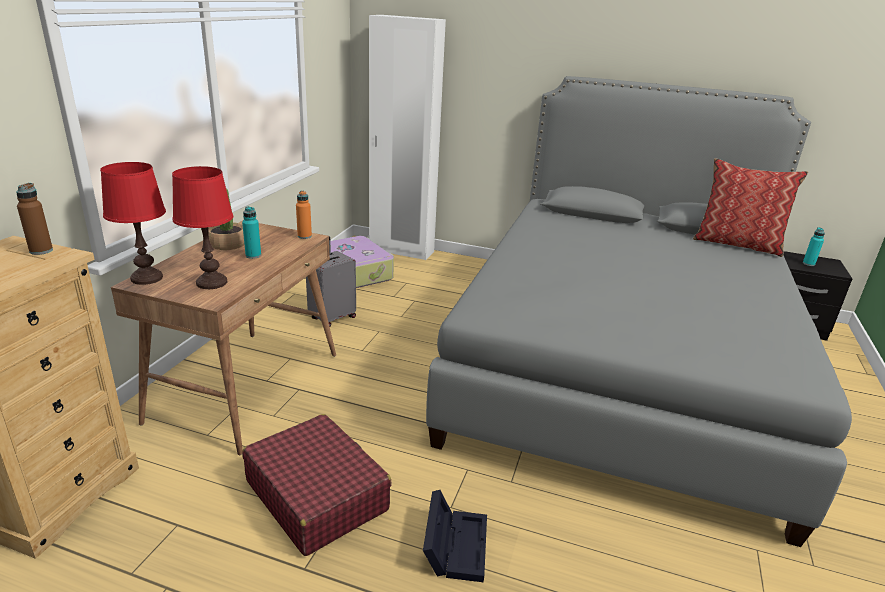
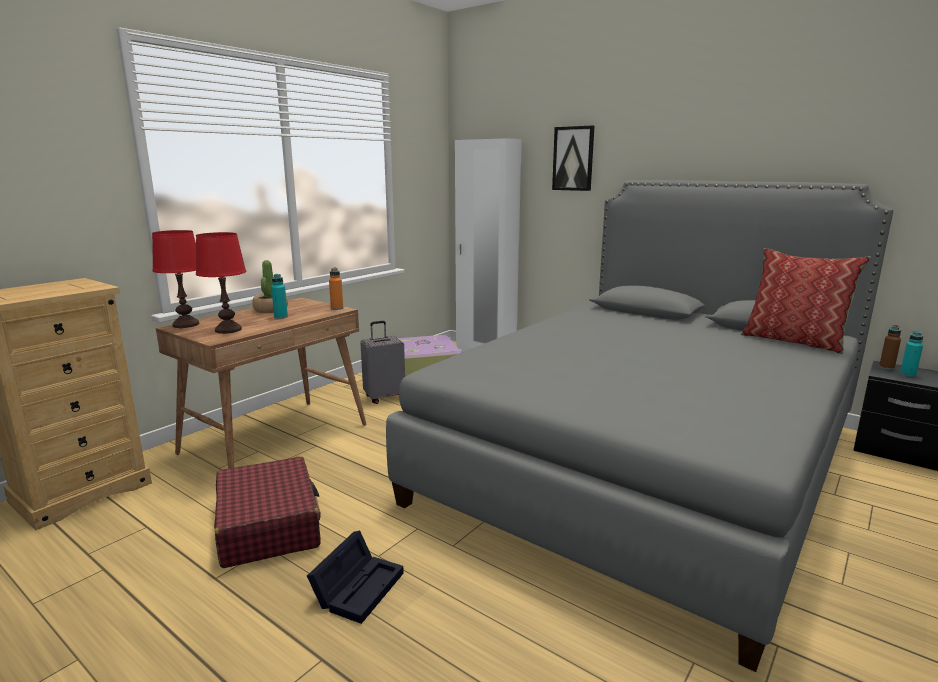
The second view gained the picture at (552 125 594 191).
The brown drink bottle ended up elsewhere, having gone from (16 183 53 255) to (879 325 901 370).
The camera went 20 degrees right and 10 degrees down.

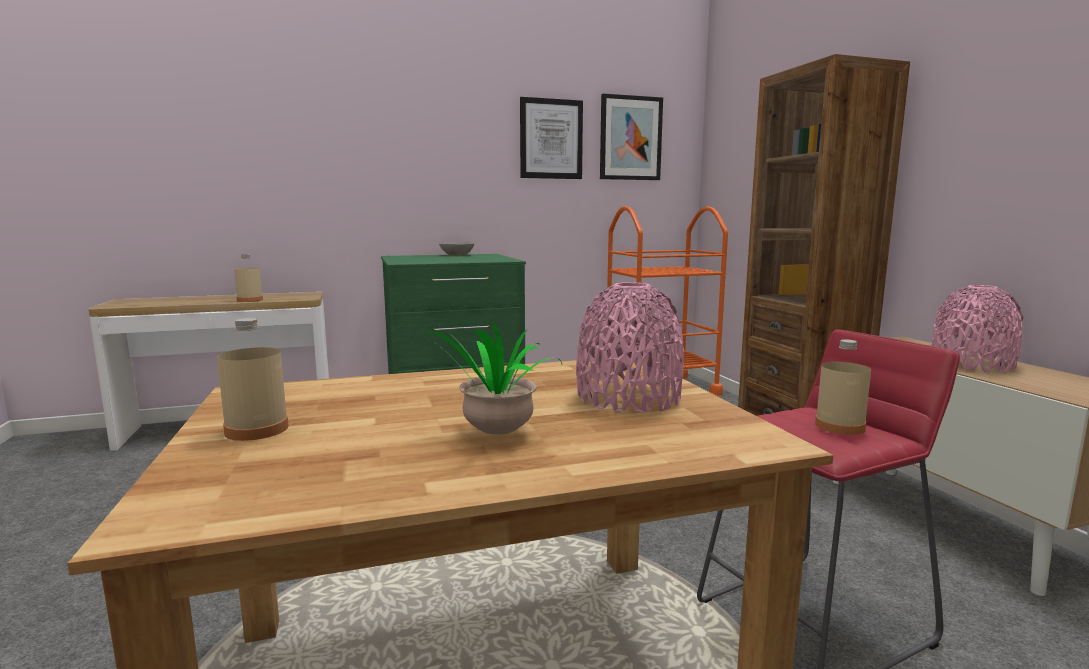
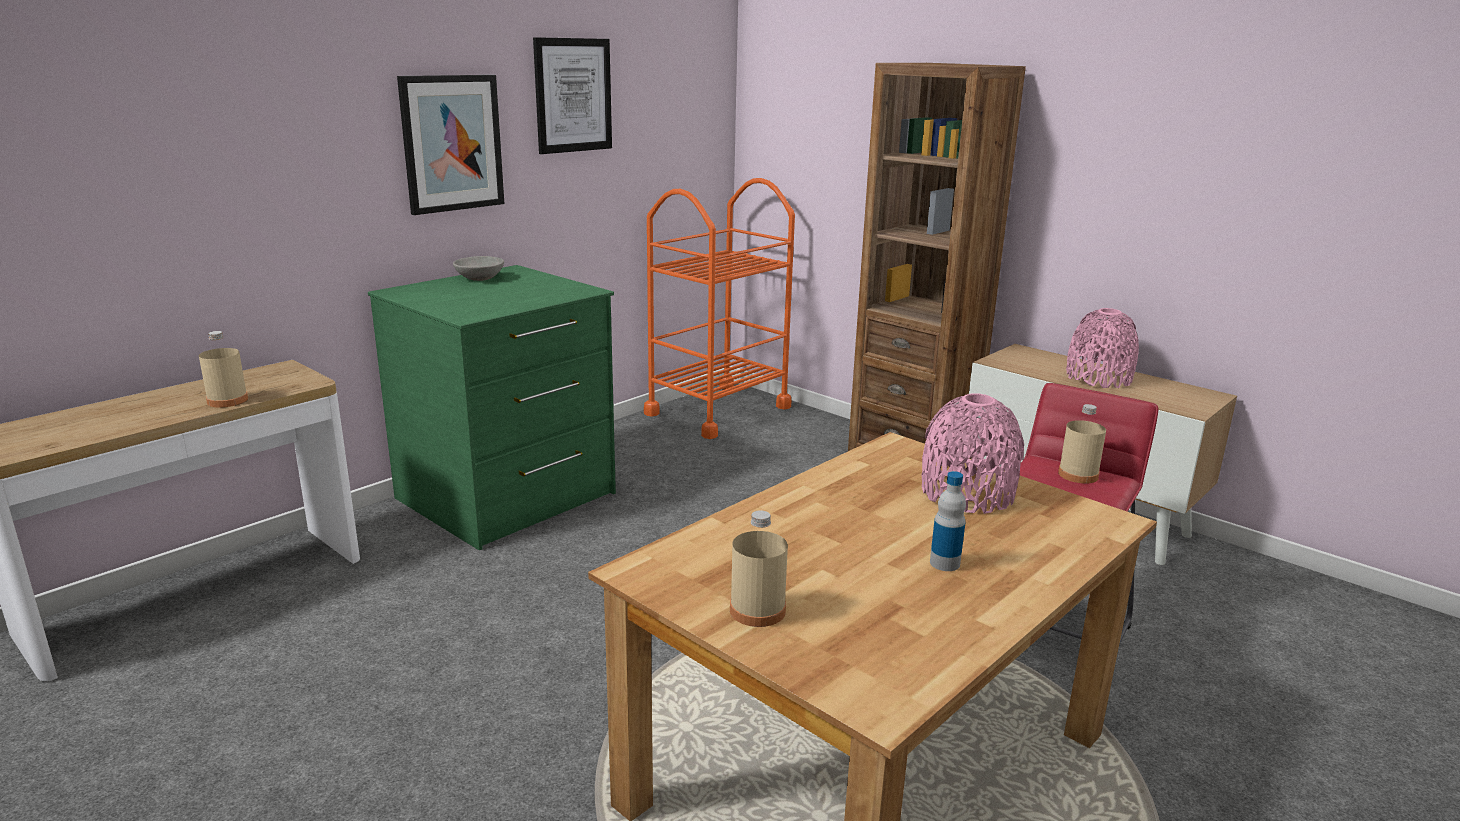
The picture ended up elsewhere, having gone from (600 93 663 180) to (397 75 504 215).
Where the plant in a pot stood at (419 320 562 435), the drink bottle came to stand at (930 471 966 571).
The camera went 30 degrees left and 10 degrees up.

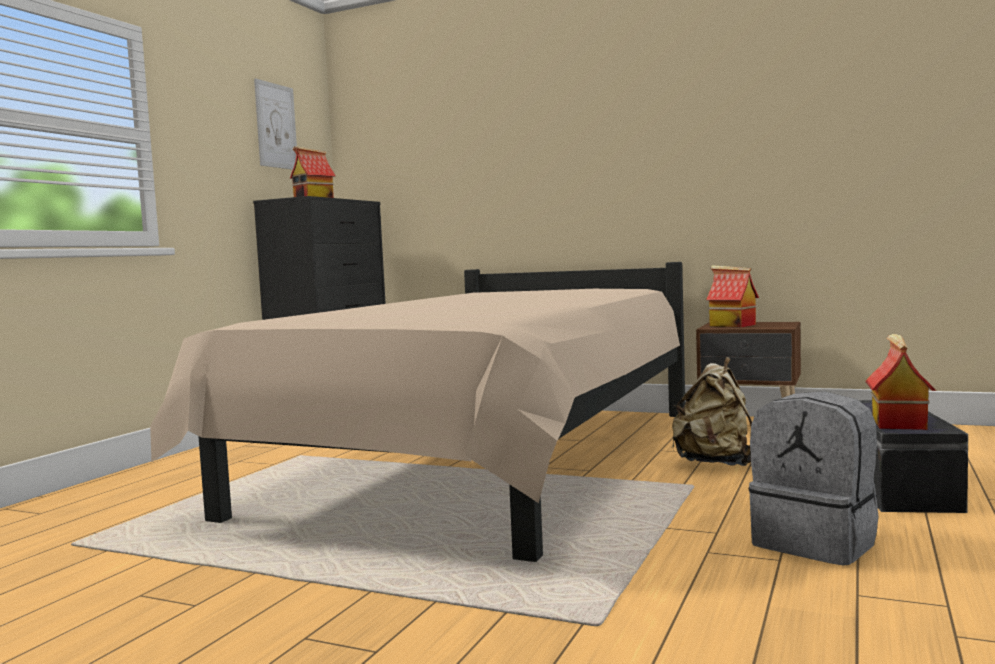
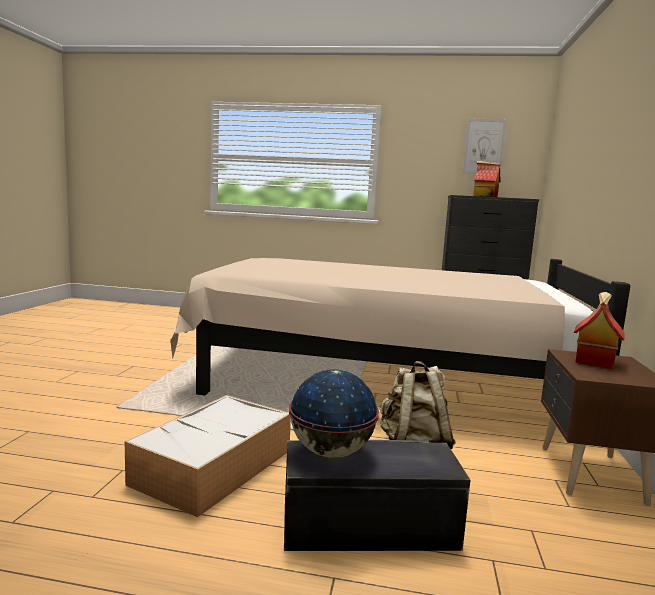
Where the greyish backpack stood at (749 391 878 566), the storage bin came to stand at (125 395 291 517).
Where the toy house stood at (865 333 936 430), the desk globe came to stand at (289 369 379 458).
The camera went 75 degrees right and 5 degrees up.

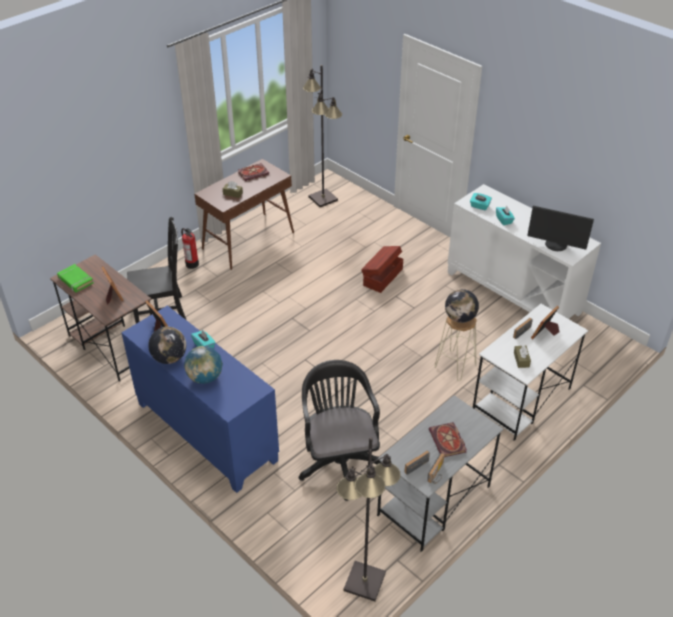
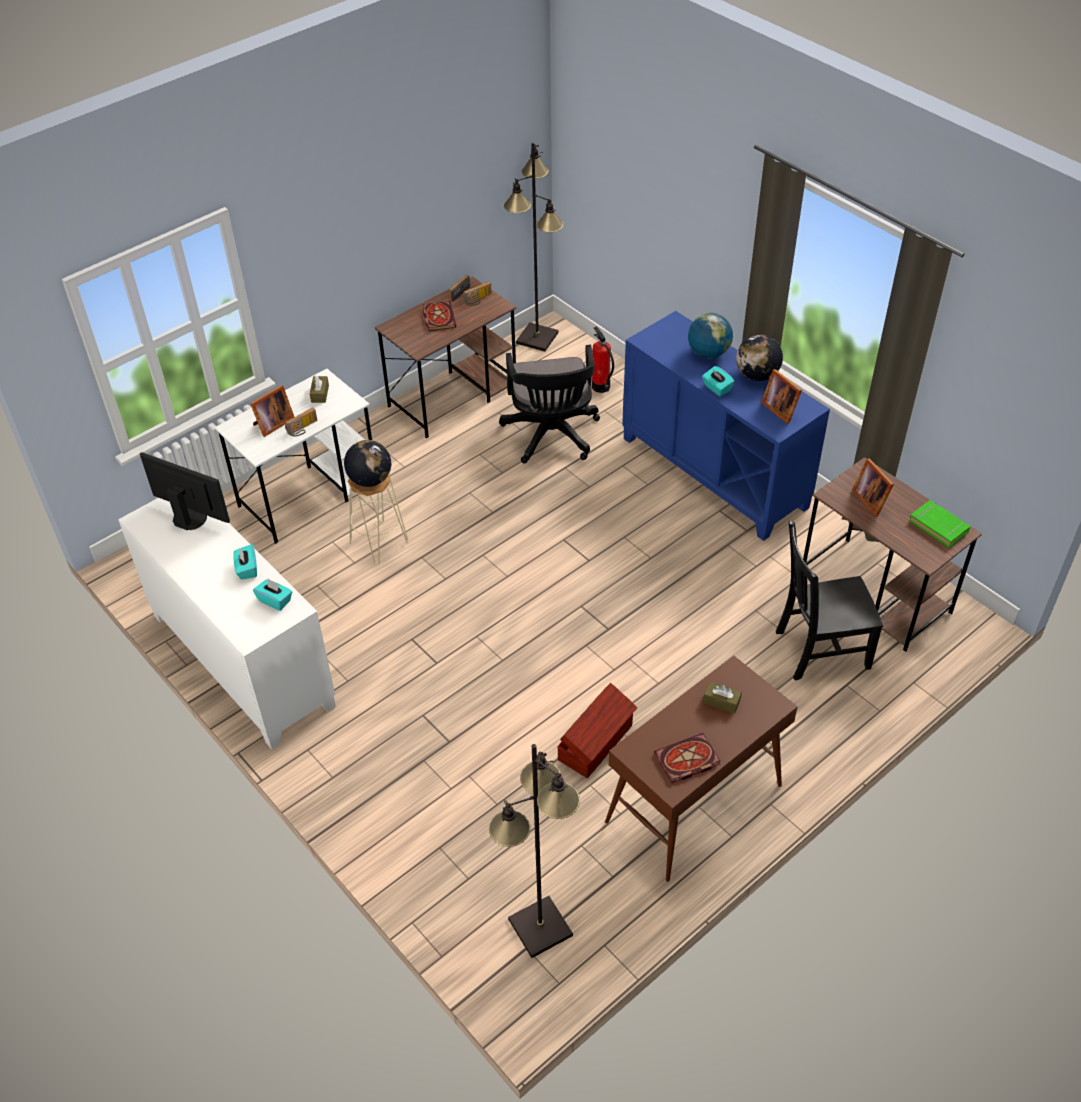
The fire extinguisher ended up elsewhere, having gone from (181 228 199 269) to (592 326 614 393).
The brown storage bin ended up elsewhere, having gone from (361 246 403 293) to (558 683 638 778).
What was the greyish desk table at (377 395 503 552) turned into the brown desk table at (375 277 516 438).
The camera went 175 degrees left and 5 degrees up.

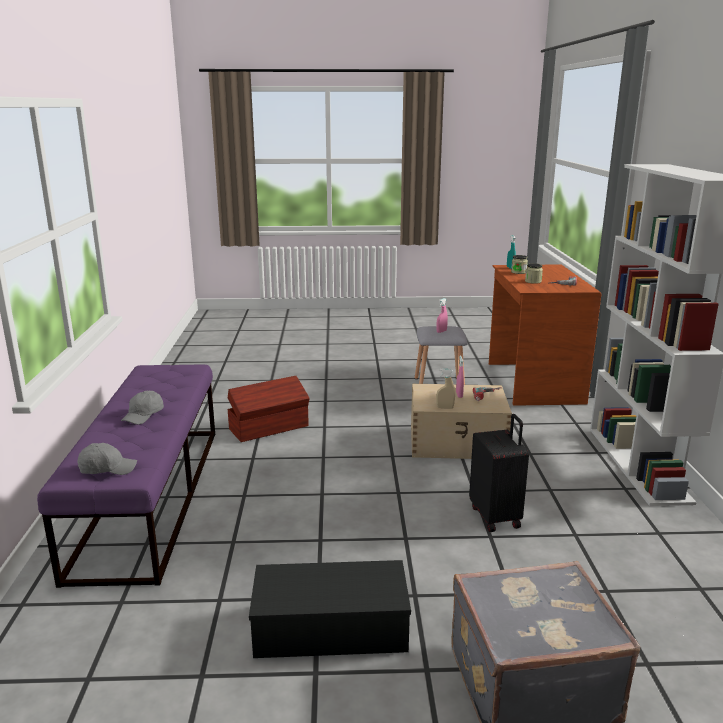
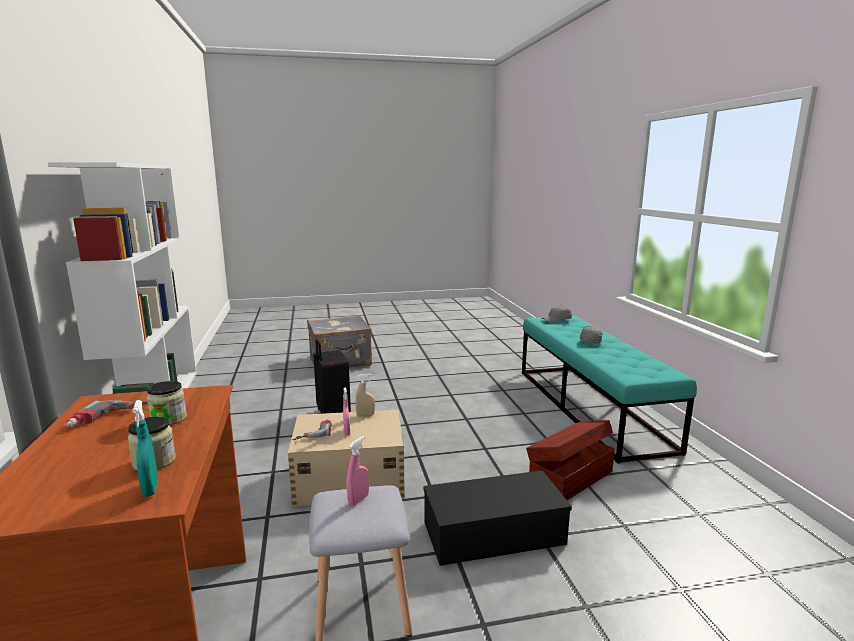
The blackish storage bin ended up elsewhere, having gone from (249 560 411 658) to (423 470 572 566).
What was the purple long seat at (37 365 215 588) turned into the turquoise-coloured long seat at (522 315 697 464).
The camera went 170 degrees right and 5 degrees down.

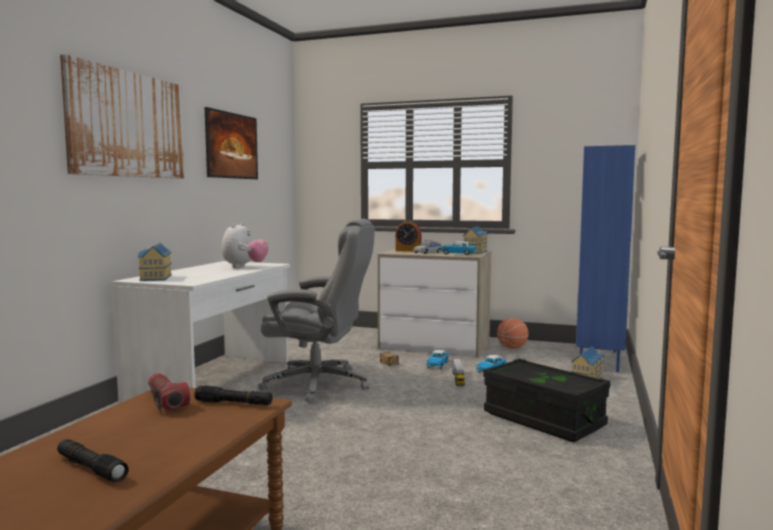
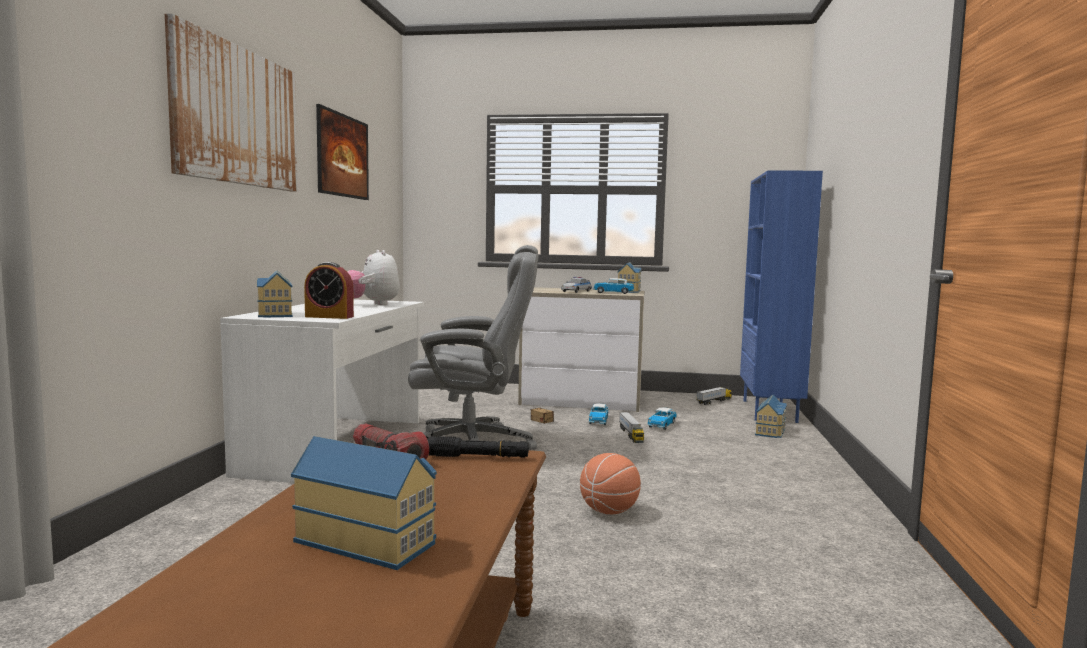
The second view lost the blackish storage bin at (483 359 610 442).
The second view gained the toy lorry at (697 387 732 405).
The table clock ended up elsewhere, having gone from (396 221 421 252) to (304 262 354 319).
The basketball ball ended up elsewhere, having gone from (497 318 528 349) to (580 453 641 514).
Where the blackish flashlight stood at (57 439 129 482), the toy house came to stand at (291 436 437 570).
The soft toy at (222 223 269 268) ended up facing another way, 150 degrees clockwise from before.
The camera went 10 degrees left and 0 degrees up.

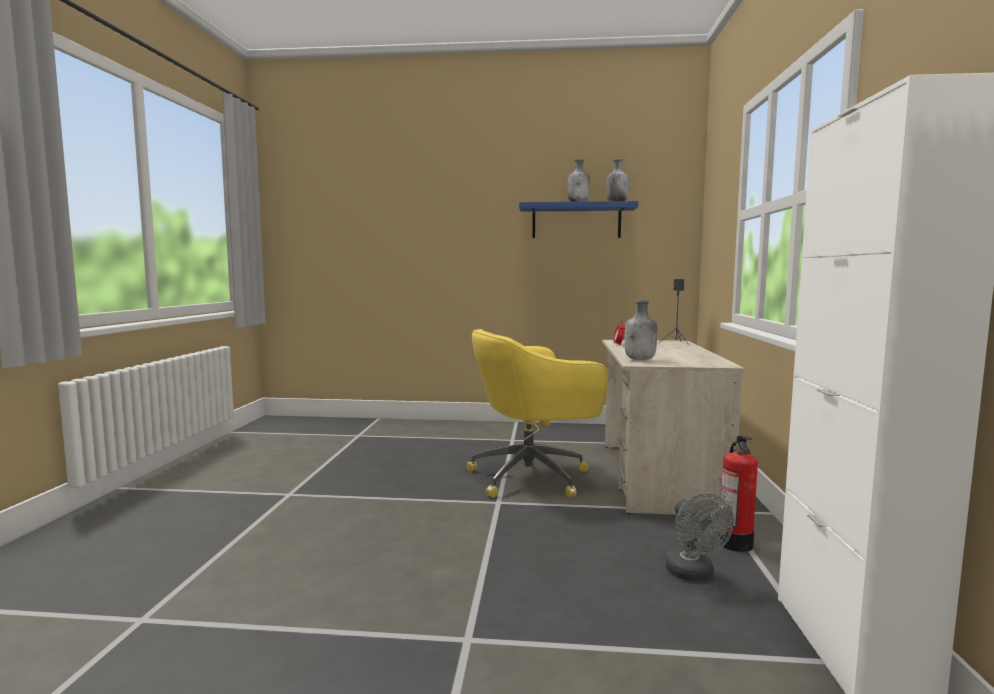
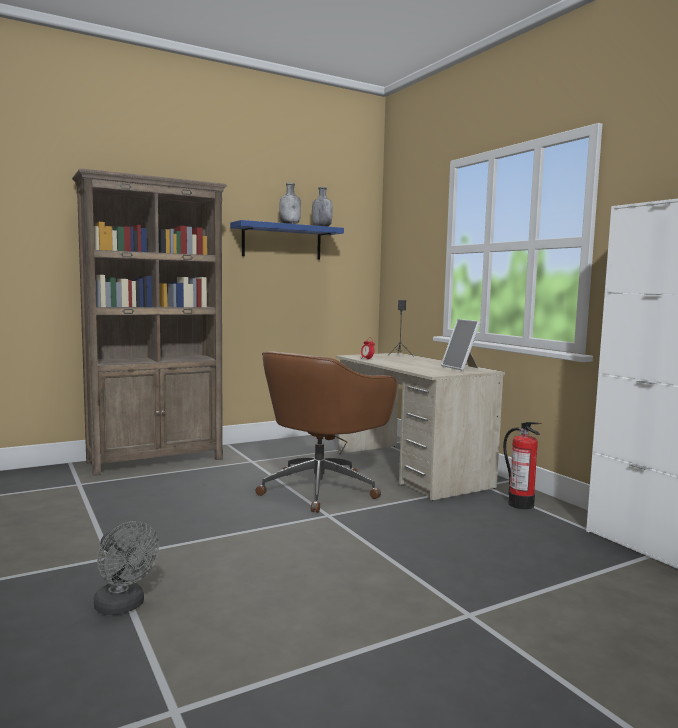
The second view lost the greyish drink bottle at (624 300 657 360).
The second view gained the brown shelving unit at (72 168 227 476).
The second view gained the standing frame at (441 319 481 371).
The greyish cooling fan ended up elsewhere, having gone from (665 493 734 581) to (93 521 159 615).
What was the yellow-coloured office chair at (466 329 608 498) turned into the brown office chair at (255 351 397 513).
The camera went 35 degrees left and 0 degrees up.

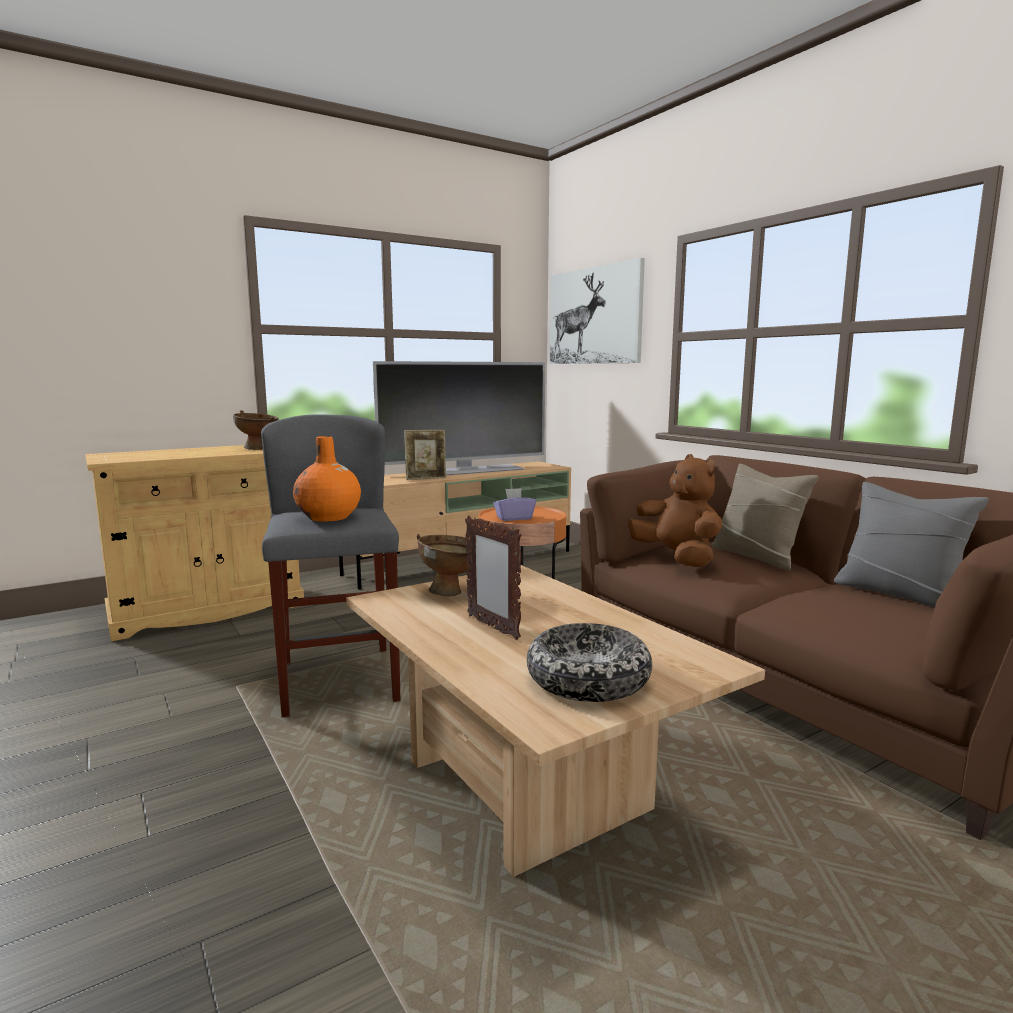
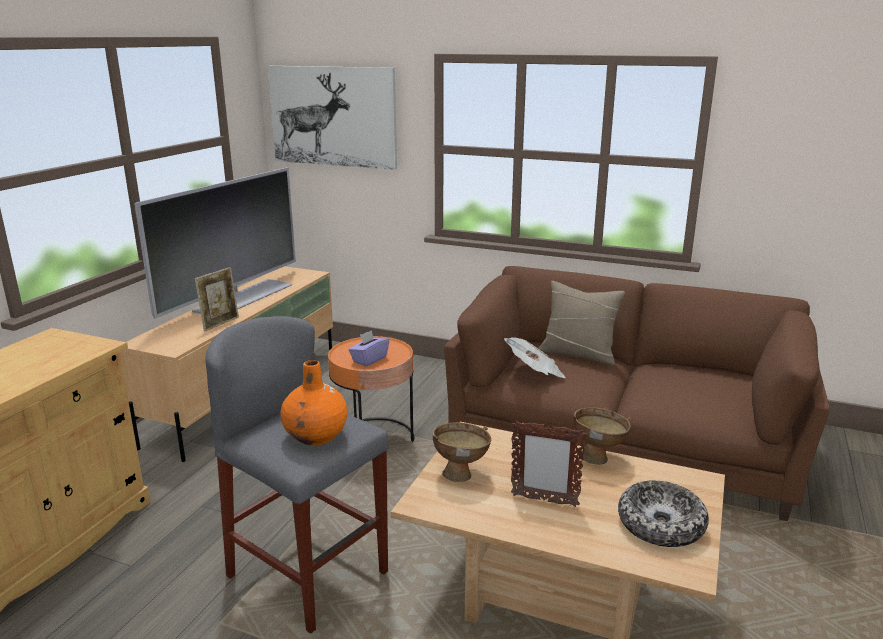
The second view lost the greyish pillow at (834 482 989 608).
The brown deep dish ended up elsewhere, having gone from (233 410 279 450) to (573 407 631 465).
Where the brown soft toy stood at (628 454 722 567), the daily paper came to stand at (504 337 566 378).
The camera went 35 degrees left and 10 degrees up.

